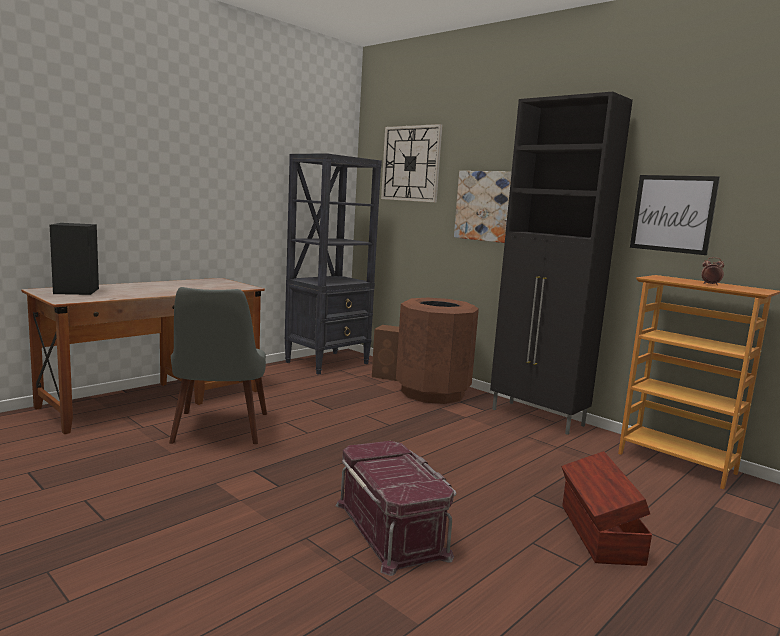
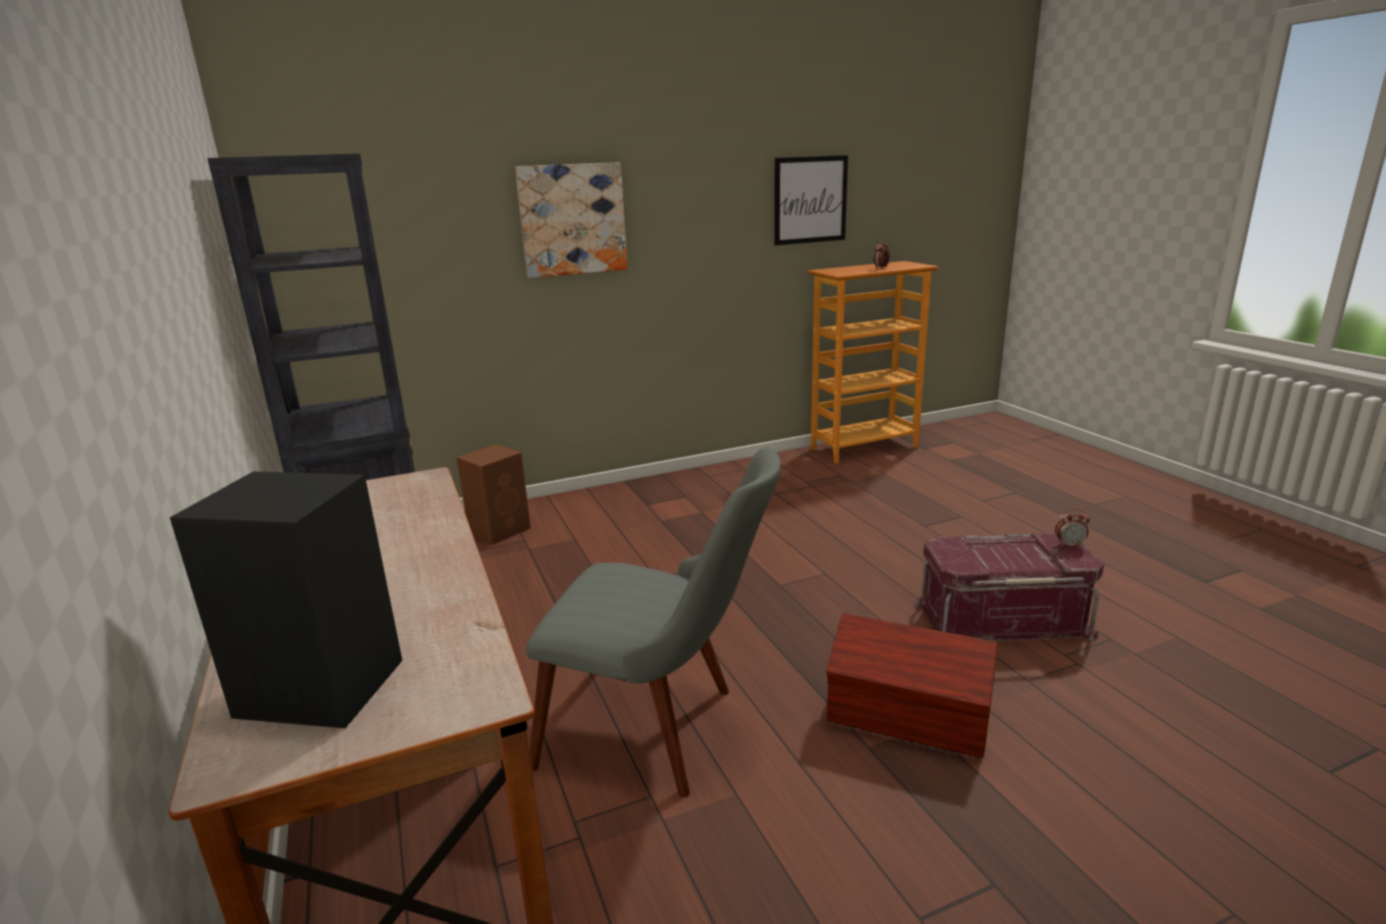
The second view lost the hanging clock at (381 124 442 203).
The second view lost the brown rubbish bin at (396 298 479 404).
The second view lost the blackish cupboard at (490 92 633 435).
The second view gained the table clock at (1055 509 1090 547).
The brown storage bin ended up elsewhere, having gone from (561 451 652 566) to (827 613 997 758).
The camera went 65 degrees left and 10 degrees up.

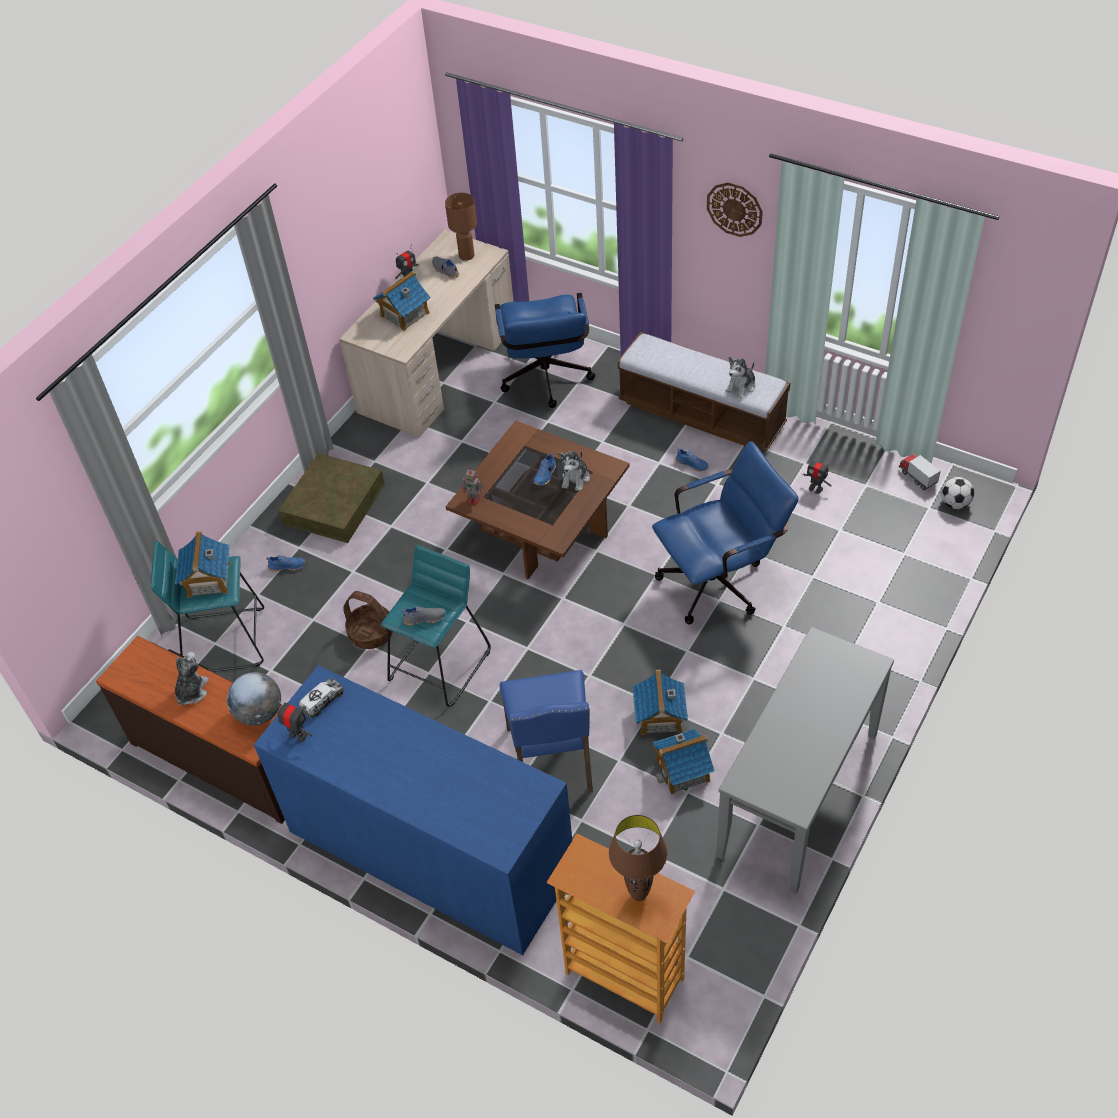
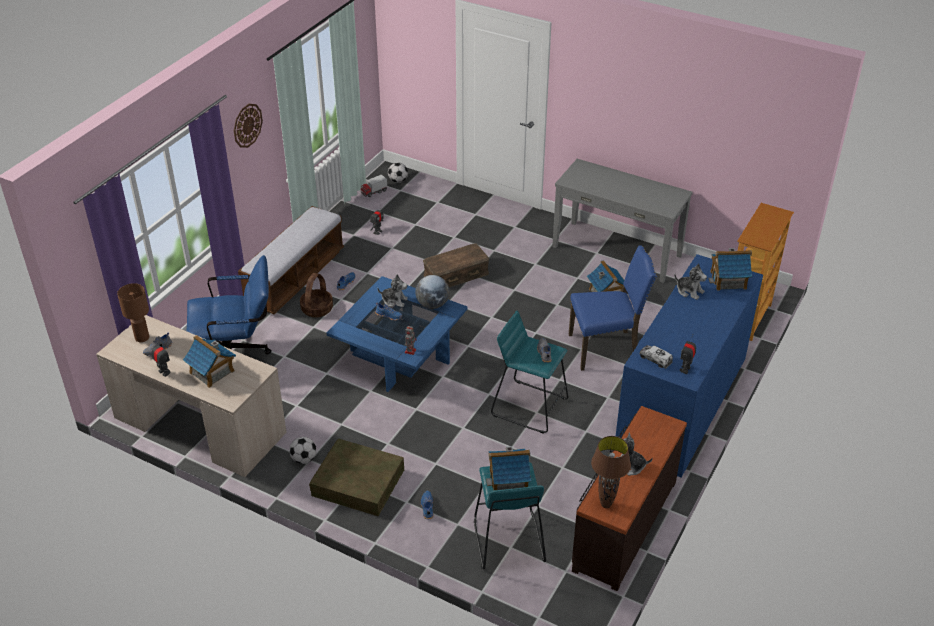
The second view gained the ball for football at (289 437 317 464).
The desk globe ended up elsewhere, having gone from (227 672 281 726) to (415 275 449 309).
The basket ended up elsewhere, having gone from (343 591 393 649) to (300 273 333 318).
The brown tabletop lamp ended up elsewhere, having gone from (609 815 668 901) to (591 436 631 508).
The toy house ended up elsewhere, having gone from (633 670 688 735) to (708 248 752 290).
The soft toy ended up elsewhere, having gone from (726 357 755 399) to (674 263 707 300).
Where the blue-coloured office chair stood at (652 441 799 625), the brown storage bin came to stand at (423 243 489 287).
What was the brown coffee table at (446 420 630 579) turned into the blue-coloured coffee table at (327 276 468 392).
The camera went 95 degrees left and 10 degrees down.

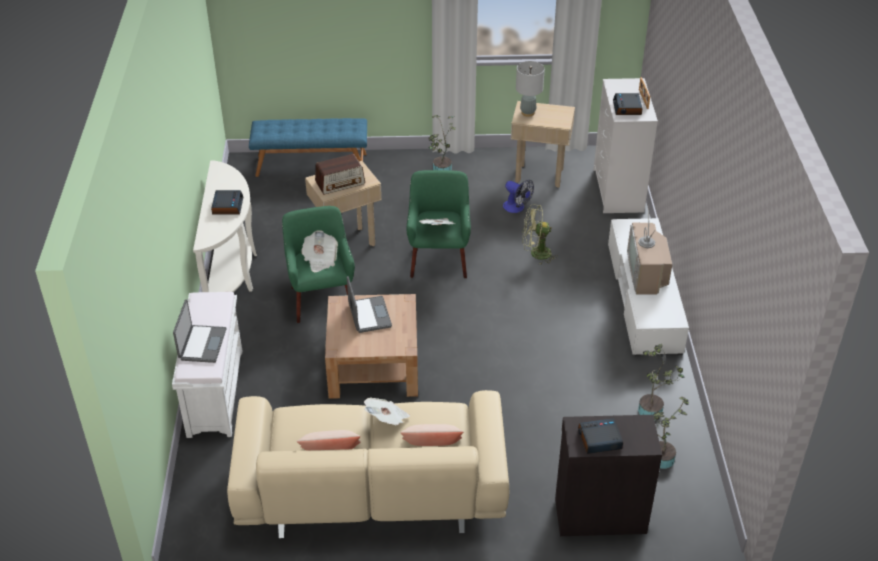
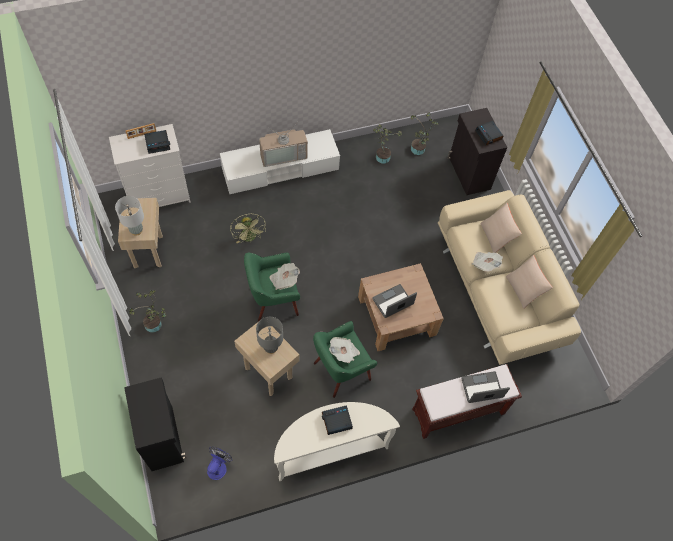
The cooling fan ended up elsewhere, having gone from (503 180 534 213) to (207 446 233 480).
Where the blue-coloured long seat stood at (249 118 367 177), the blackish cupboard came to stand at (124 377 187 471).
Where the radio receiver stood at (315 154 365 194), the greyish tabletop lamp came to stand at (256 317 283 354).
What was the white long seat at (172 292 242 438) turned into the brown long seat at (412 364 522 439).
The camera went 110 degrees left and 20 degrees up.

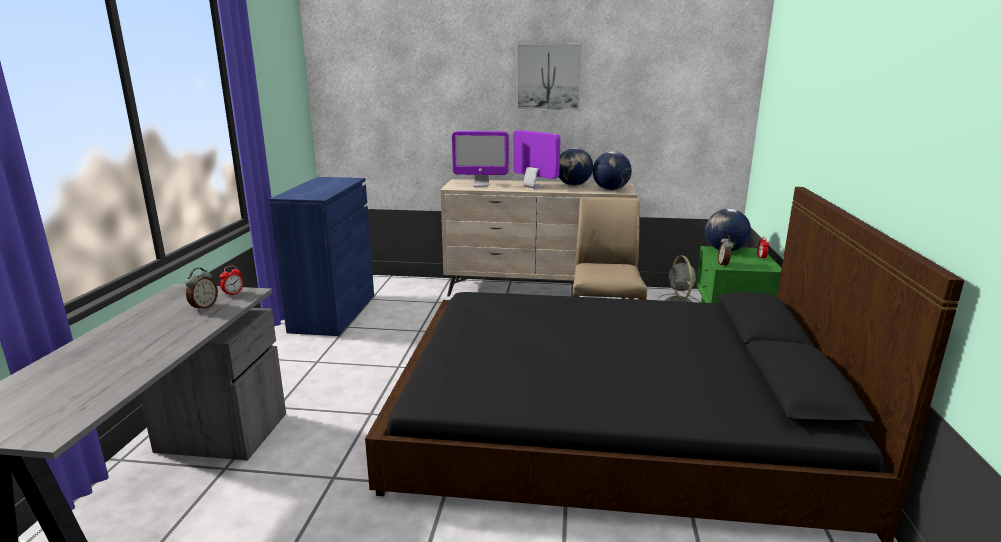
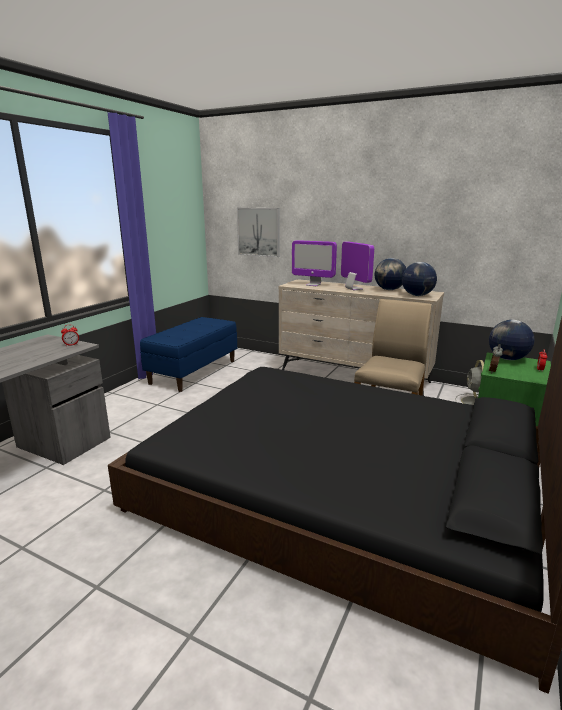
The second view lost the table clock at (185 268 218 311).
The picture ended up elsewhere, having gone from (516 44 582 111) to (237 208 279 257).
Where the blue-coloured cupboard stood at (269 177 374 336), the blue-coloured long seat came to stand at (140 317 237 392).
The camera went 20 degrees right and 0 degrees up.

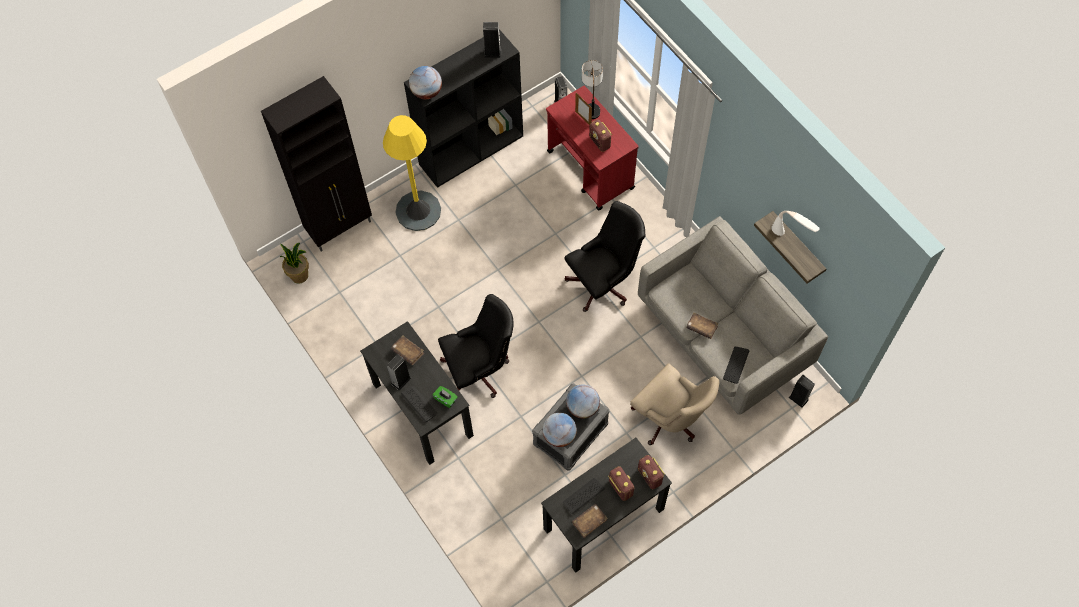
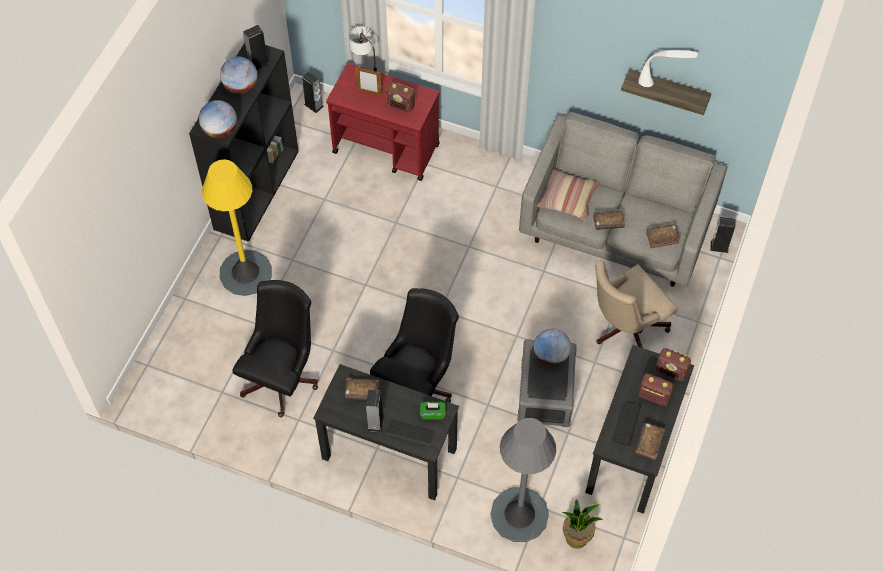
The second view lost the blackish cupboard at (261 76 372 252).
The second view gained the greyish standard lamp at (490 418 556 542).
The second view gained the pillow at (537 169 600 220).
The plant in a pot ended up elsewhere, having gone from (280 243 309 284) to (562 499 603 549).
The desk globe ended up elsewhere, having gone from (542 413 577 447) to (220 57 257 94).
The blackish office chair ended up elsewhere, having gone from (565 201 646 312) to (233 280 318 417).
Where the keyboard stood at (723 347 749 384), the brown volume came to stand at (646 224 680 248).
The sand-coloured office chair at (630 363 720 445) ended up facing another way, 135 degrees clockwise from before.
The camera went 35 degrees left and 5 degrees down.

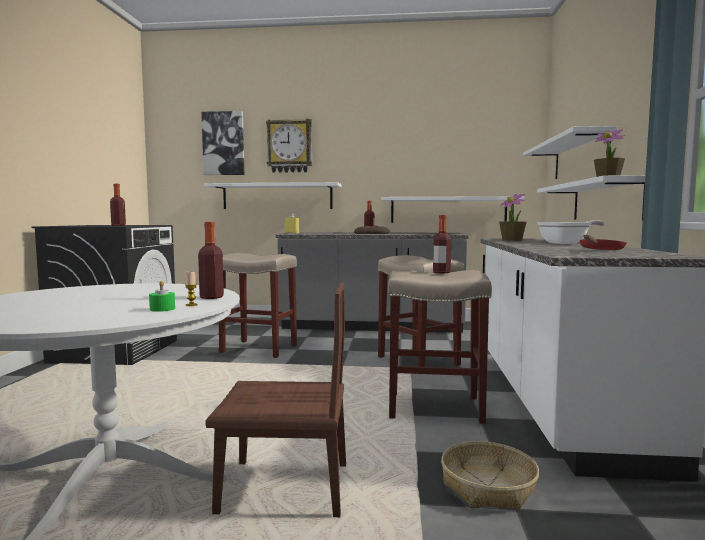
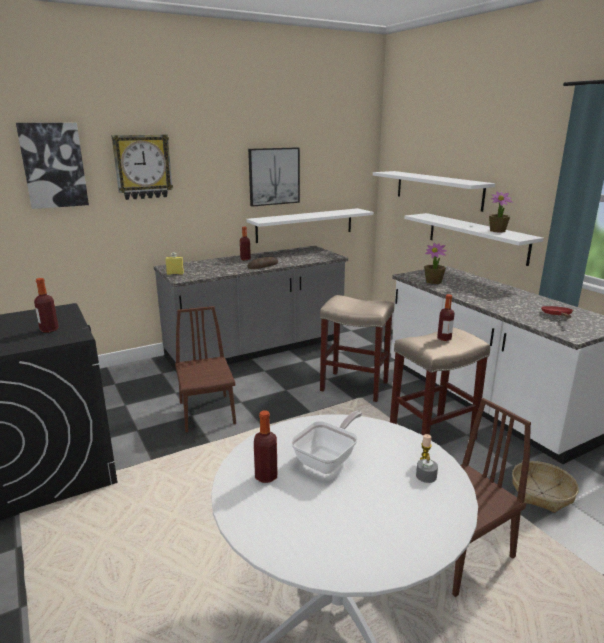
The second view lost the white shelf at (204 182 341 209).
The second view gained the picture at (248 147 300 207).
The drink bottle ended up elsewhere, having gone from (198 222 224 299) to (254 411 277 483).
The frying pan ended up elsewhere, having gone from (537 220 605 244) to (290 411 362 474).
Where the sand-coloured sitting stool stood at (219 253 297 358), the brown upright chair came to stand at (175 306 236 432).
What was the greenish wax candle at (149 281 175 312) turned into the greyish wax candle at (416 456 438 483).
The camera went 35 degrees left and 15 degrees up.

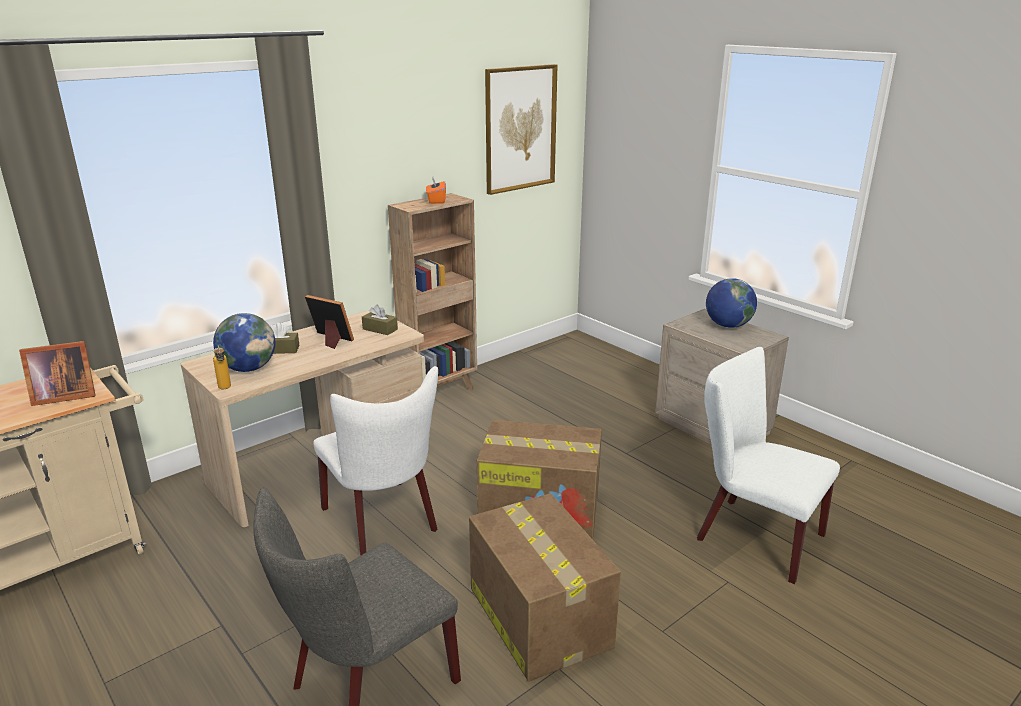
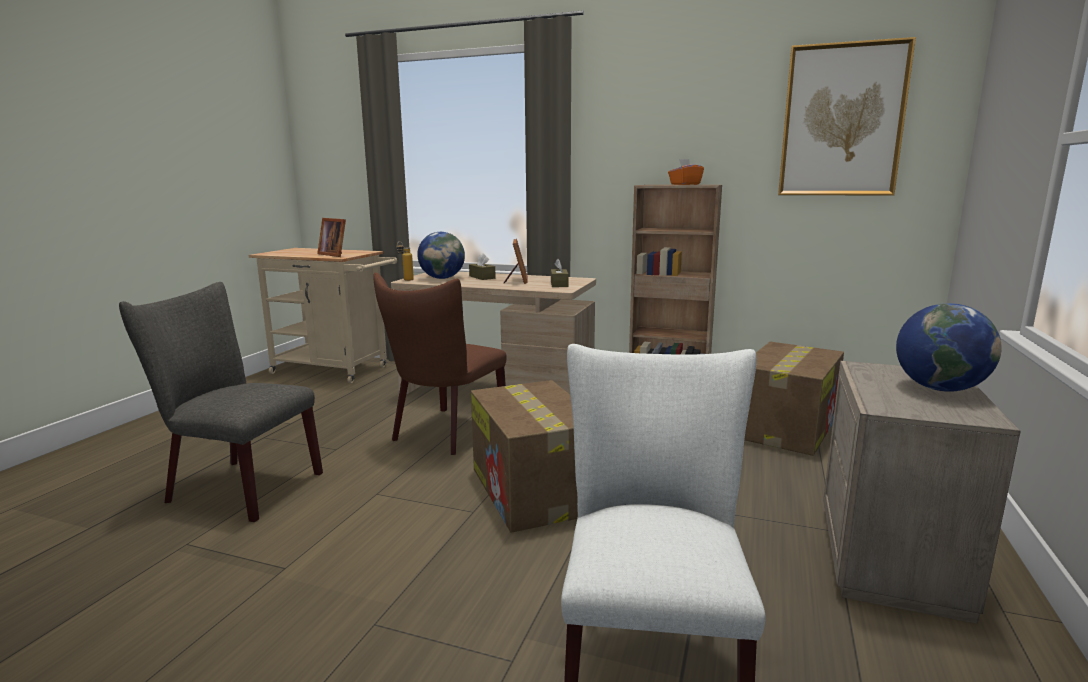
The cardboard box ended up elsewhere, having gone from (469 493 621 681) to (744 342 844 456).
What was the white upright chair at (313 366 438 555) turned into the brown upright chair at (373 272 506 455).
The camera went 60 degrees right and 10 degrees down.

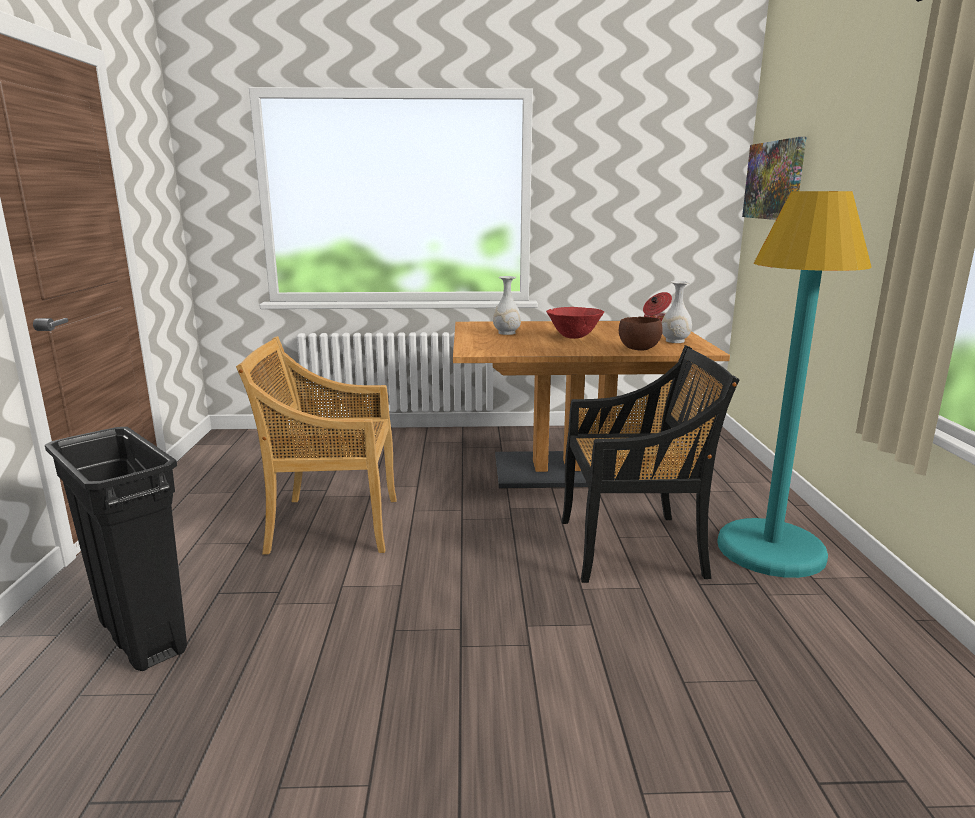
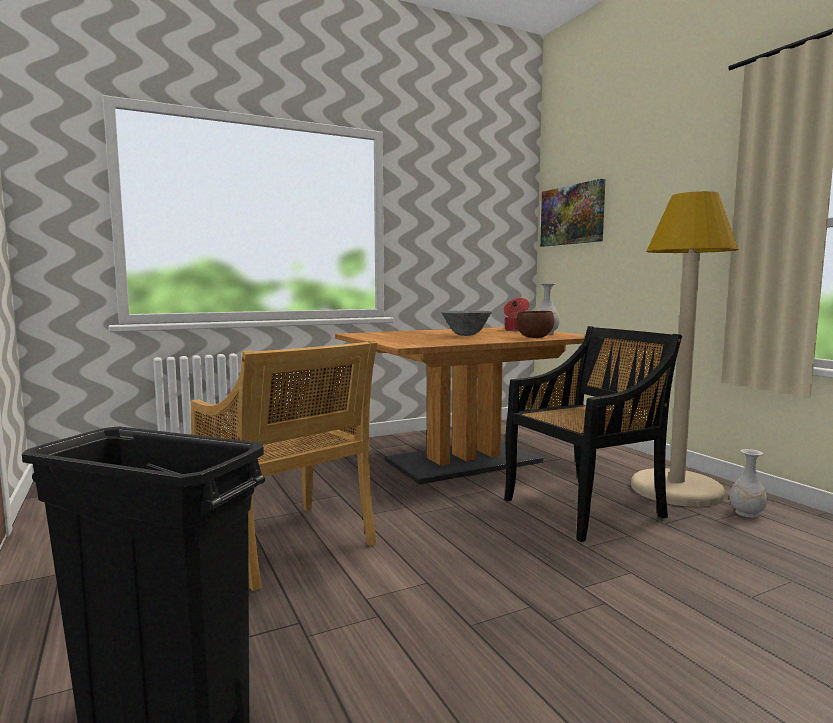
The white decorative vase ended up elsewhere, having gone from (493 276 521 335) to (729 449 767 518).
What was the reddish deep dish at (546 307 604 339) turned into the greyish deep dish at (441 311 492 336).
What was the turquoise-coloured standard lamp at (717 191 872 578) turned into the sand-coloured standard lamp at (631 191 739 507).
The sand-coloured upright chair at (236 336 397 554) ended up facing another way, 105 degrees counterclockwise from before.
The camera went 25 degrees left and 10 degrees down.

